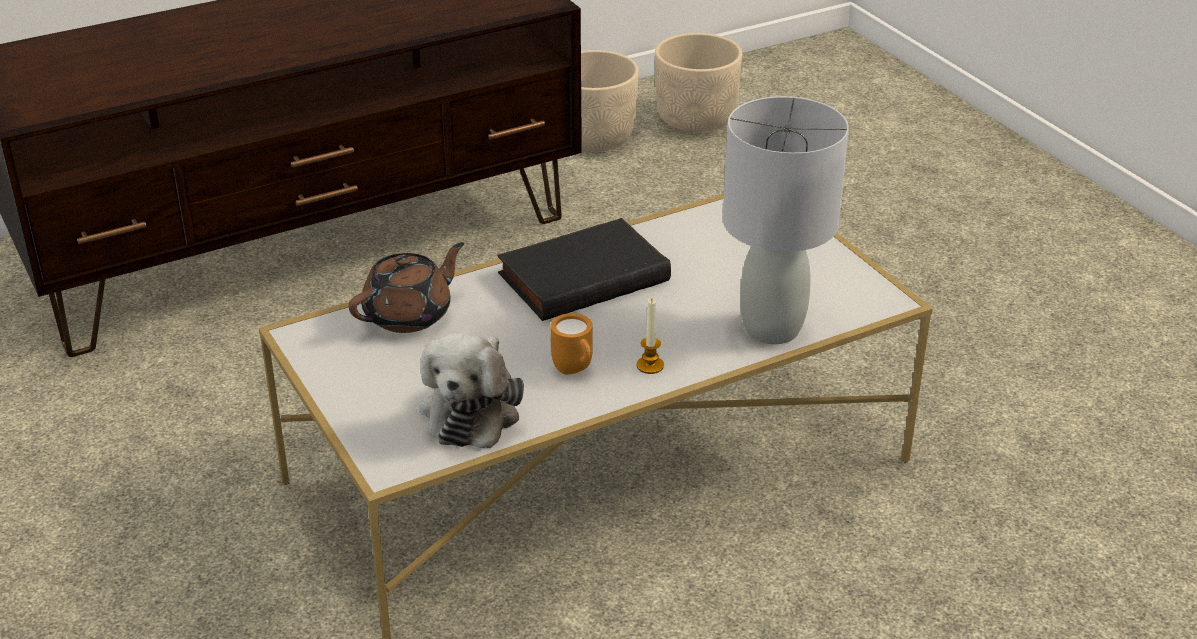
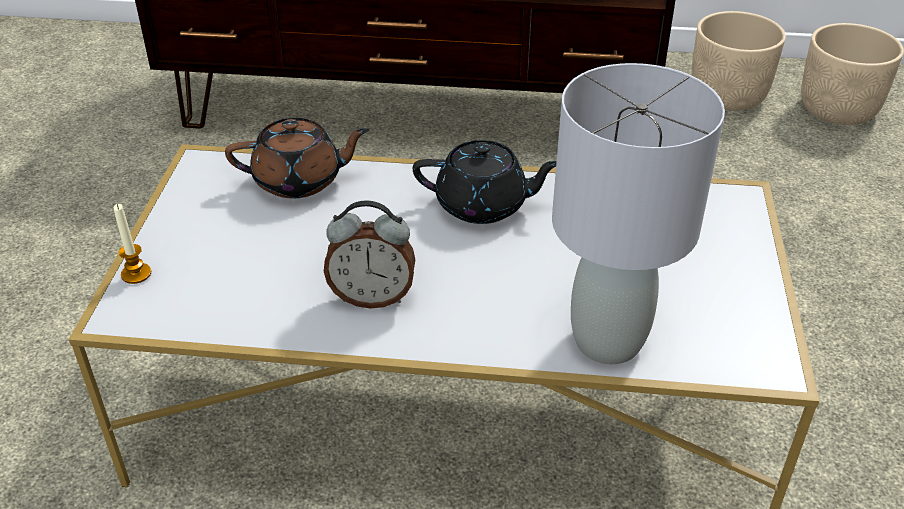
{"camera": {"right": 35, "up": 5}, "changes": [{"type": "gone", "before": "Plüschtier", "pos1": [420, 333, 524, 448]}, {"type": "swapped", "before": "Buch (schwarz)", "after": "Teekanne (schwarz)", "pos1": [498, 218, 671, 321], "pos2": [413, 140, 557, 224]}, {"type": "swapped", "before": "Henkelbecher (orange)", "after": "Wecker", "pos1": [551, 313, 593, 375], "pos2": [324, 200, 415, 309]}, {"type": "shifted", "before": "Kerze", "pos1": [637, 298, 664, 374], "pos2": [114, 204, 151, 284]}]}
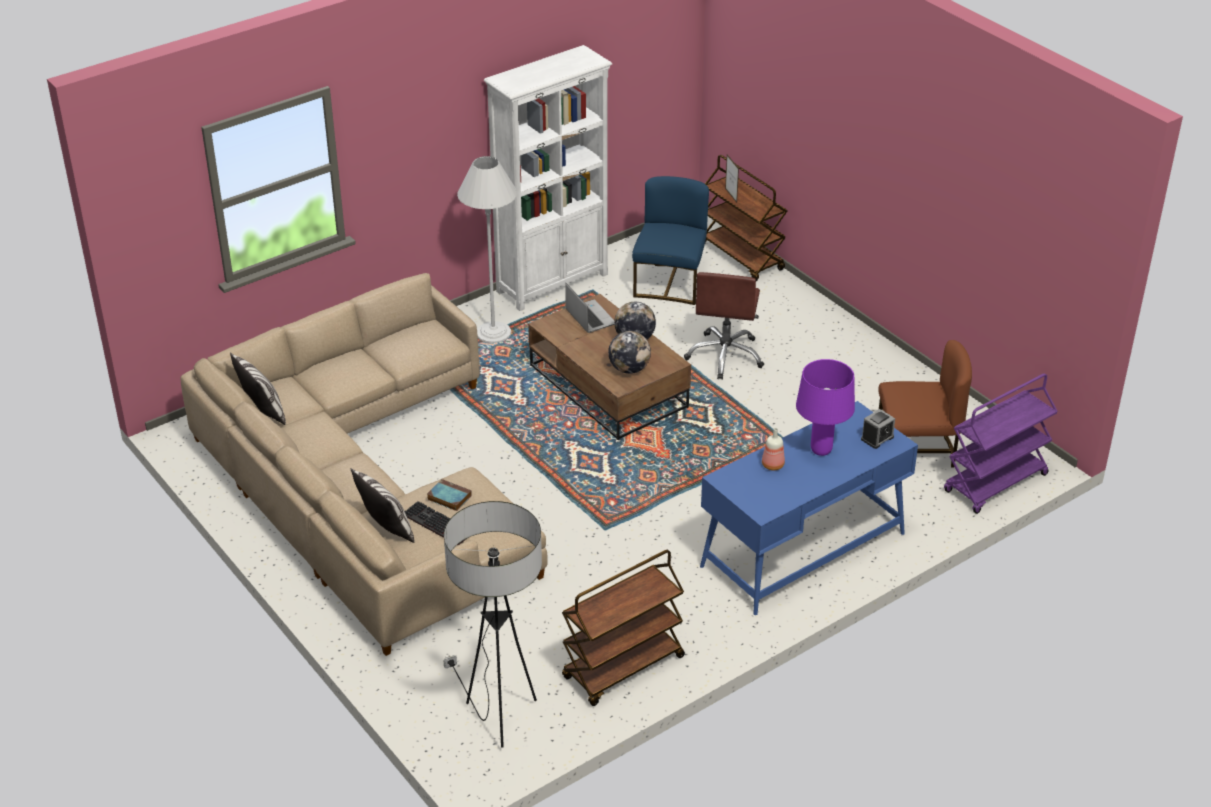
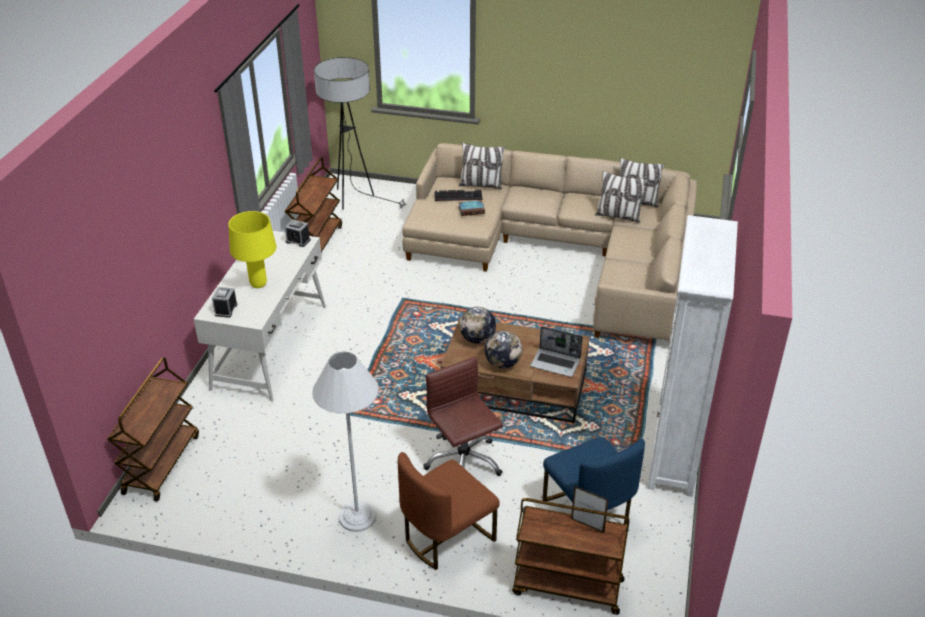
{"camera": {"right": 140, "up": 0}, "changes": [{"type": "shifted", "before": "Stehlampe (weiß)", "pos1": [457, 156, 517, 343], "pos2": [312, 352, 379, 532]}, {"type": "repainted", "before": "Schreibtisch (blau)", "after": "Schreibtisch (weiß)", "pos1": [700, 401, 918, 615], "pos2": [194, 231, 326, 401]}, {"type": "gone", "before": "Flasche", "pos1": [762, 428, 785, 470]}, {"type": "repainted", "before": "Tischlampe (lila)", "after": "Tischlampe (gelb)", "pos1": [796, 359, 855, 456], "pos2": [228, 211, 276, 288]}, {"type": "shifted", "before": "Stuhl (braun)", "pos1": [878, 340, 972, 467], "pos2": [398, 452, 500, 570]}, {"type": "repainted", "before": "Rollwagen (lila)", "after": "Rollwagen (braun)", "pos1": [944, 373, 1058, 514], "pos2": [107, 357, 199, 501]}, {"type": "new", "after": "Wecker", "pos2": [285, 220, 311, 247]}, {"type": "new", "after": "Kissen", "pos2": [595, 171, 648, 223]}]}
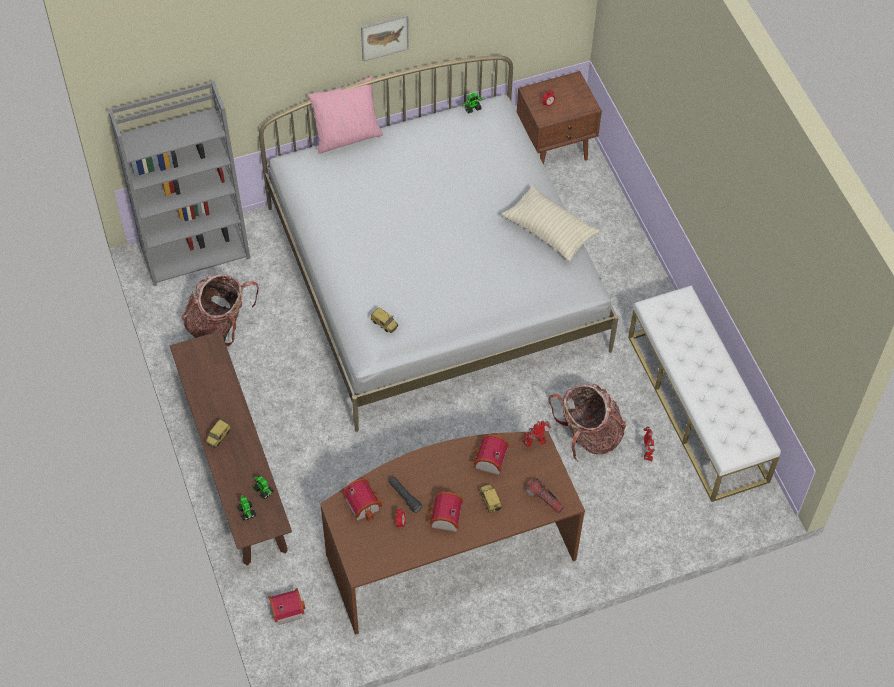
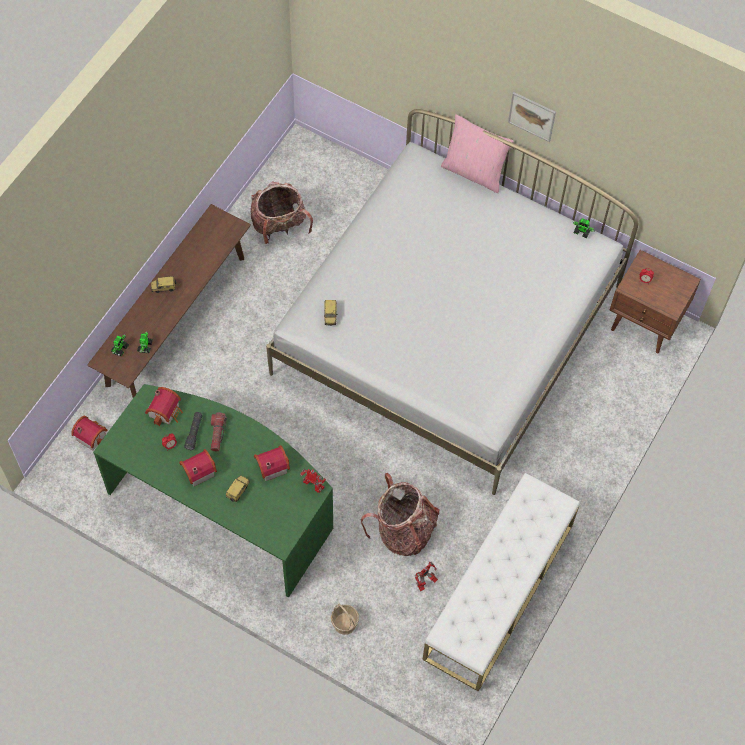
{"camera": {"right": 50, "up": 5}, "changes": [{"type": "gone", "before": "Bücherregal (grau)", "pos1": [108, 81, 250, 286]}, {"type": "repainted", "before": "Schreibtisch (braun)", "after": "Schreibtisch (grün)", "pos1": [320, 431, 585, 635], "pos2": [93, 384, 333, 597]}, {"type": "gone", "before": "Kissen (beige)", "pos1": [501, 186, 600, 262]}, {"type": "shifted", "before": "Taschenlampe", "pos1": [525, 478, 564, 514], "pos2": [211, 412, 227, 452]}, {"type": "new", "after": "Korb", "pos2": [331, 604, 359, 635]}]}
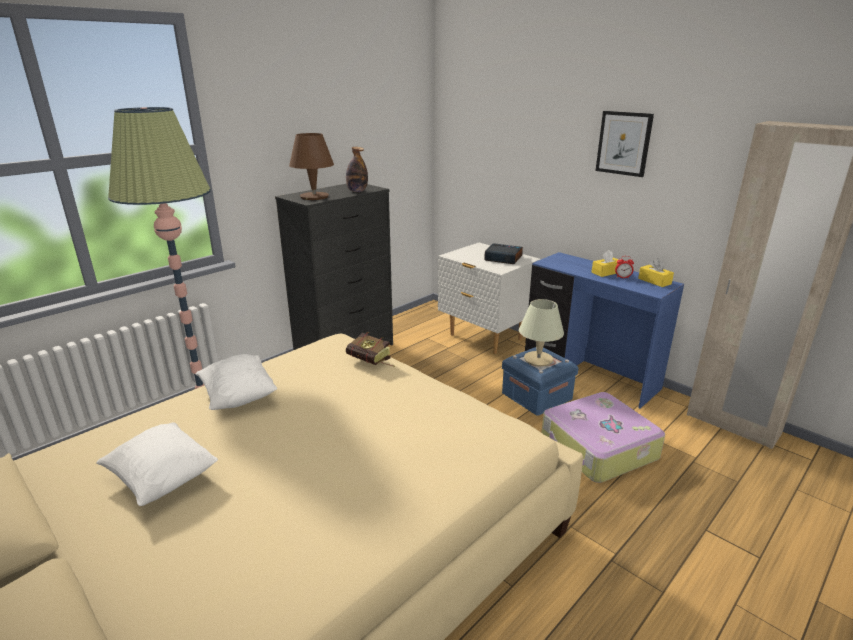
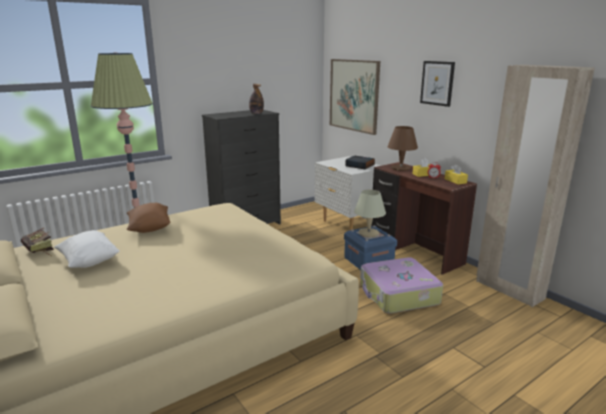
{"camera": {"right": 10, "up": -5}, "changes": [{"type": "repainted", "before": "Kissen (weiß)", "after": "Kissen (braun)", "pos1": [195, 354, 277, 410], "pos2": [127, 203, 171, 233]}, {"type": "shifted", "before": "Tischlampe (braun)", "pos1": [289, 133, 334, 200], "pos2": [387, 126, 418, 171]}, {"type": "shifted", "before": "Buch", "pos1": [346, 332, 395, 367], "pos2": [21, 228, 53, 256]}, {"type": "repainted", "before": "Schreibtisch (blau)", "after": "Schreibtisch (braun)", "pos1": [525, 252, 684, 409], "pos2": [371, 162, 477, 275]}, {"type": "new", "after": "Bild", "pos2": [330, 59, 380, 135]}]}
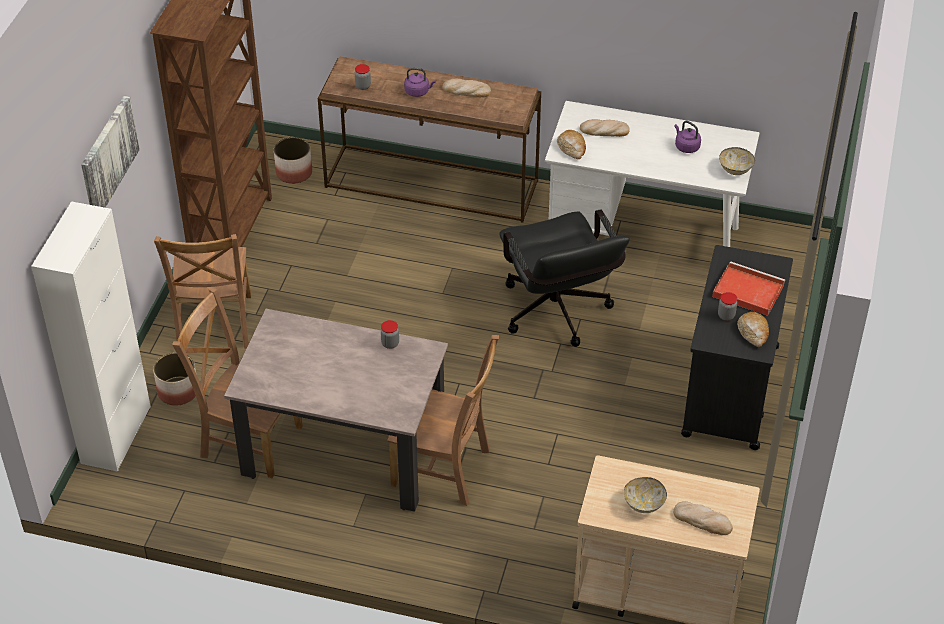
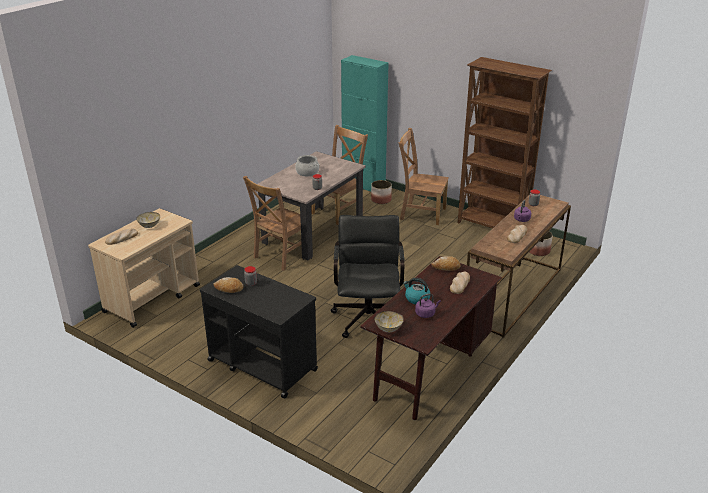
{"camera": {"right": 110, "up": -15}, "changes": [{"type": "repainted", "before": "Schrank (weiß)", "after": "Schrank (türkis)", "pos1": [31, 201, 151, 472], "pos2": [341, 55, 389, 191]}, {"type": "gone", "before": "Bild", "pos1": [81, 96, 140, 208]}, {"type": "rotated", "before": "Bürostuhl (schwarz)", "pos1": [499, 209, 630, 347], "pos2": [330, 215, 404, 338], "turn": 90}, {"type": "repainted", "before": "Schreibtisch (weiß)", "after": "Schreibtisch (braun)", "pos1": [545, 101, 760, 247], "pos2": [360, 256, 502, 420]}, {"type": "gone", "before": "Tablett (rot)", "pos1": [712, 261, 785, 316]}, {"type": "new", "after": "Kochtopf", "pos2": [295, 155, 319, 176]}, {"type": "new", "after": "Wasserkessel", "pos2": [403, 278, 431, 304]}]}
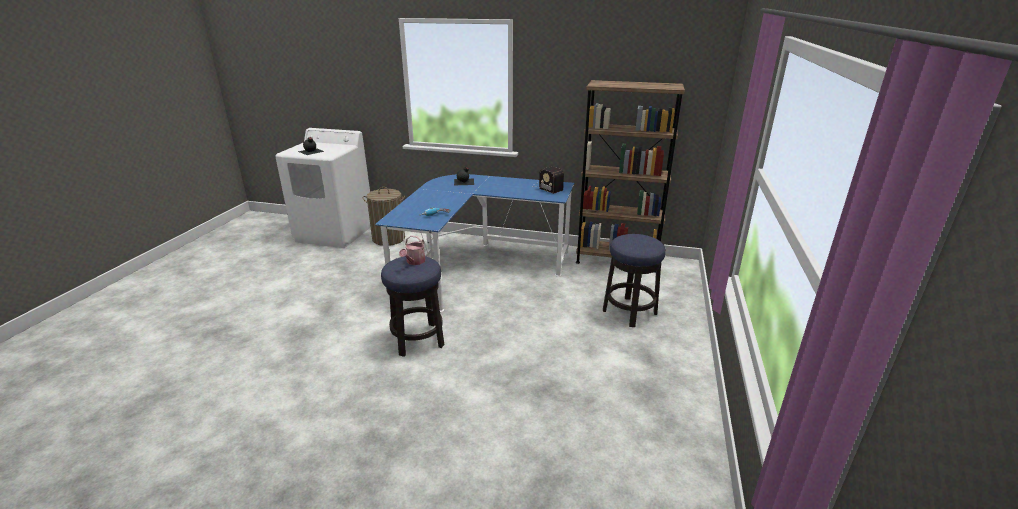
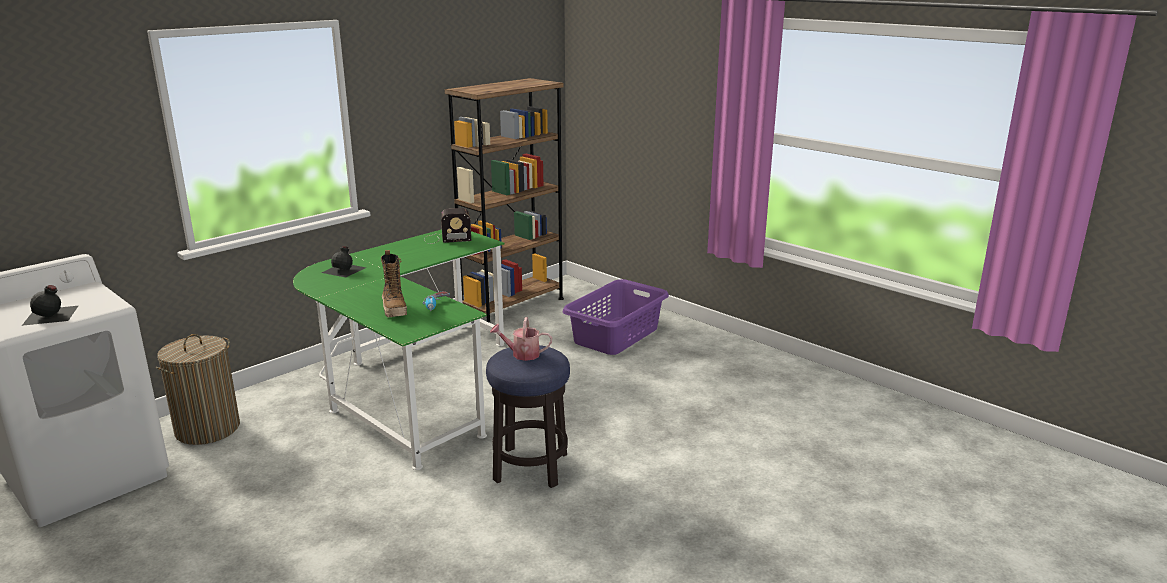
{"camera": {"right": -60, "up": -5}, "changes": [{"type": "repainted", "before": "Schreibtisch (blau)", "after": "Schreibtisch (grün)", "pos1": [375, 174, 574, 312], "pos2": [293, 229, 504, 470]}, {"type": "rotated", "before": "Gießkanne", "pos1": [399, 235, 426, 265], "pos2": [490, 317, 552, 361], "turn": 135}, {"type": "swapped", "before": "Hocker", "after": "Wäschekorb (lila)", "pos1": [603, 234, 666, 327], "pos2": [562, 279, 669, 355]}, {"type": "new", "after": "Stiefel", "pos2": [381, 250, 407, 317]}]}
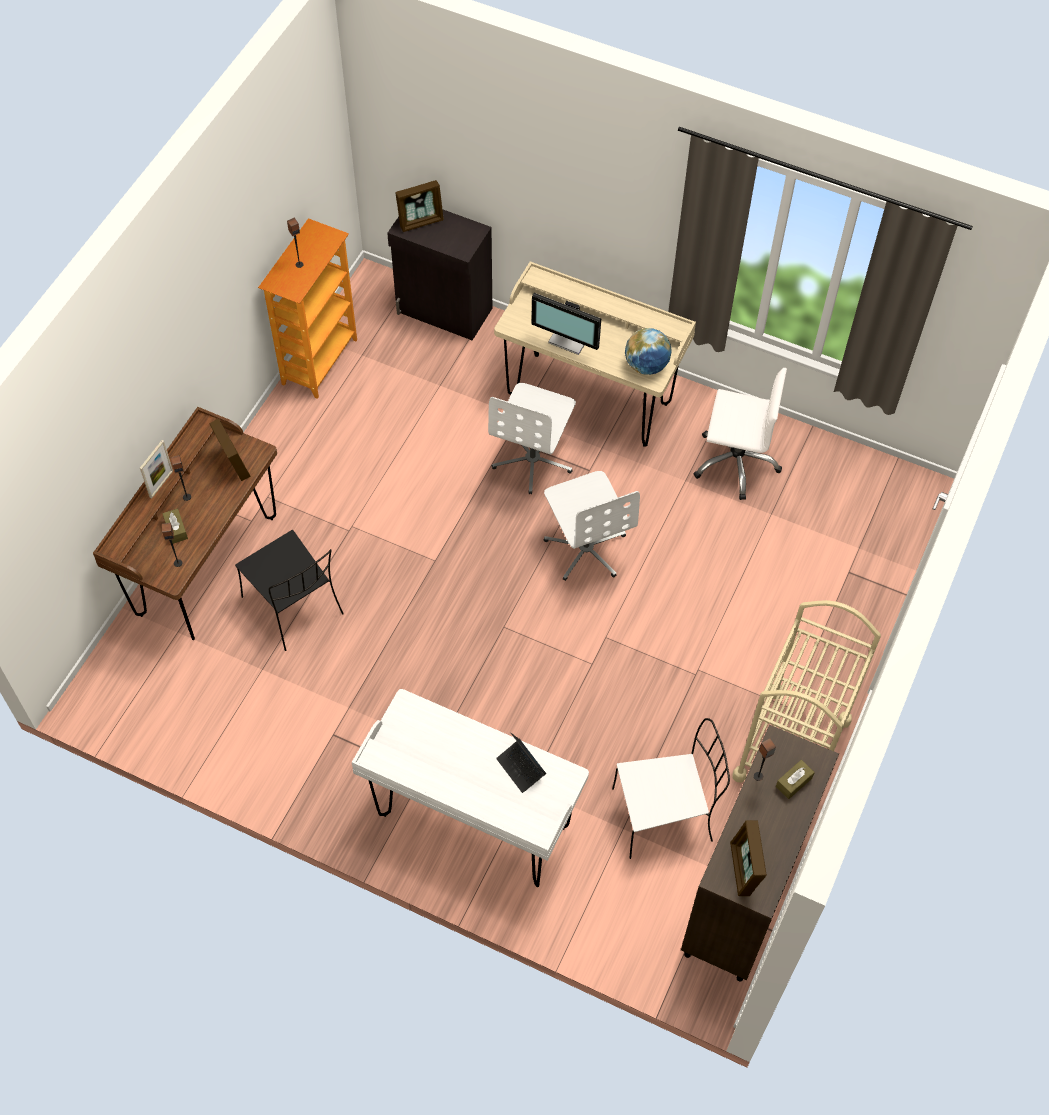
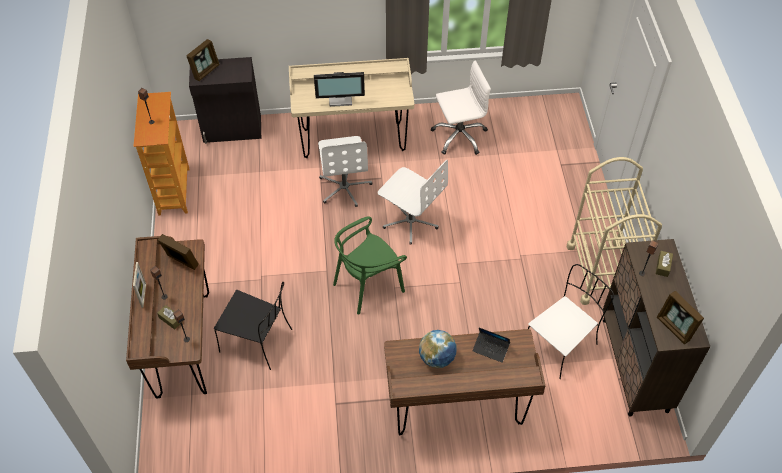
{"camera": {"right": -30, "up": -5}, "changes": [{"type": "repainted", "before": "Schreibtisch (weiß)", "after": "Schreibtisch (braun)", "pos1": [352, 689, 589, 887], "pos2": [384, 329, 546, 435]}, {"type": "shifted", "before": "Globus", "pos1": [625, 328, 672, 375], "pos2": [419, 330, 457, 368]}, {"type": "new", "after": "Stuhl (grün)", "pos2": [333, 216, 407, 315]}]}
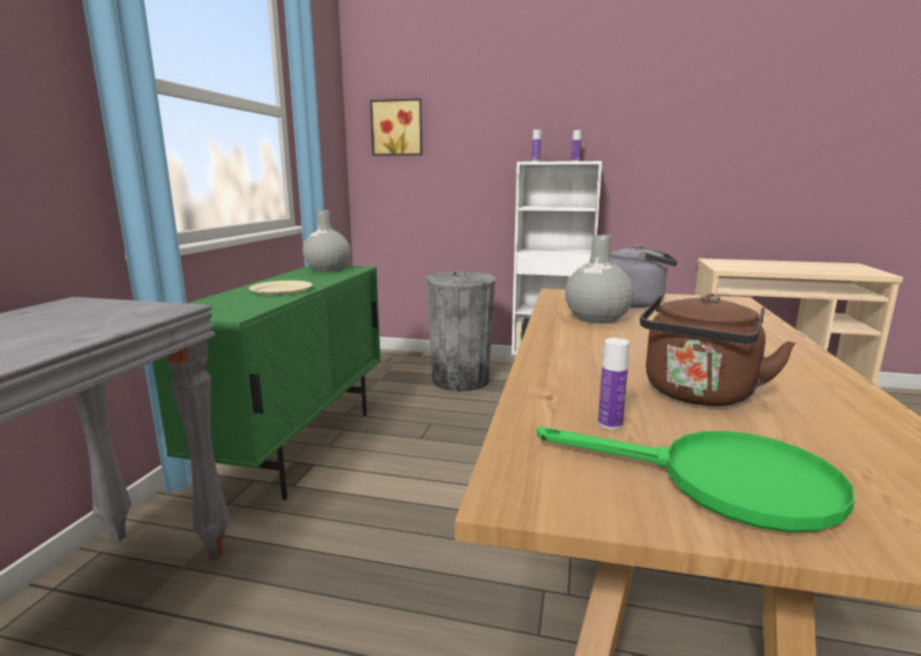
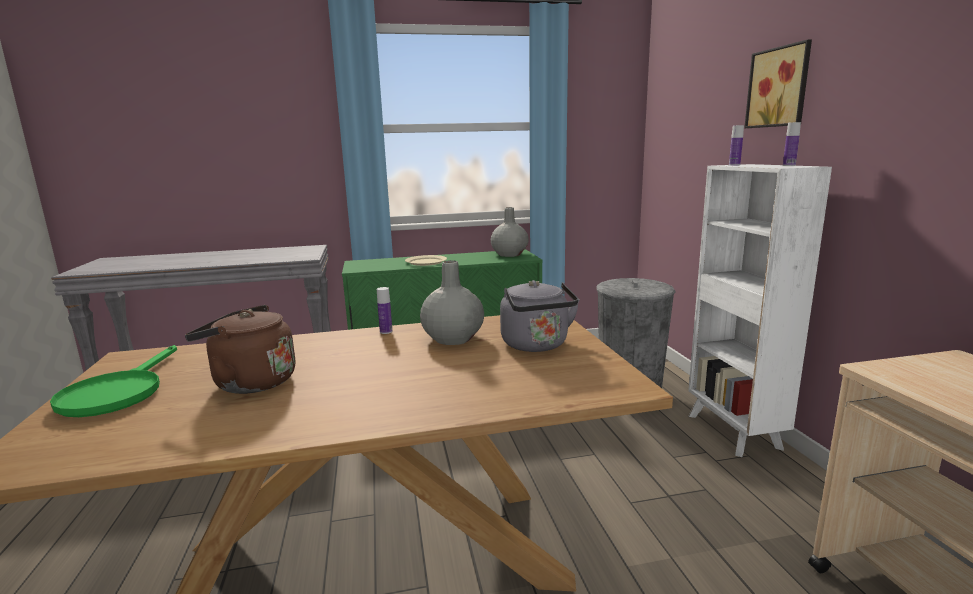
{"camera": {"right": 65, "up": 0}, "changes": [{"type": "shifted", "before": "Bild", "pos1": [370, 98, 423, 156], "pos2": [744, 39, 812, 128]}, {"type": "shifted", "before": "Flasche", "pos1": [598, 338, 629, 430], "pos2": [377, 287, 392, 334]}]}
